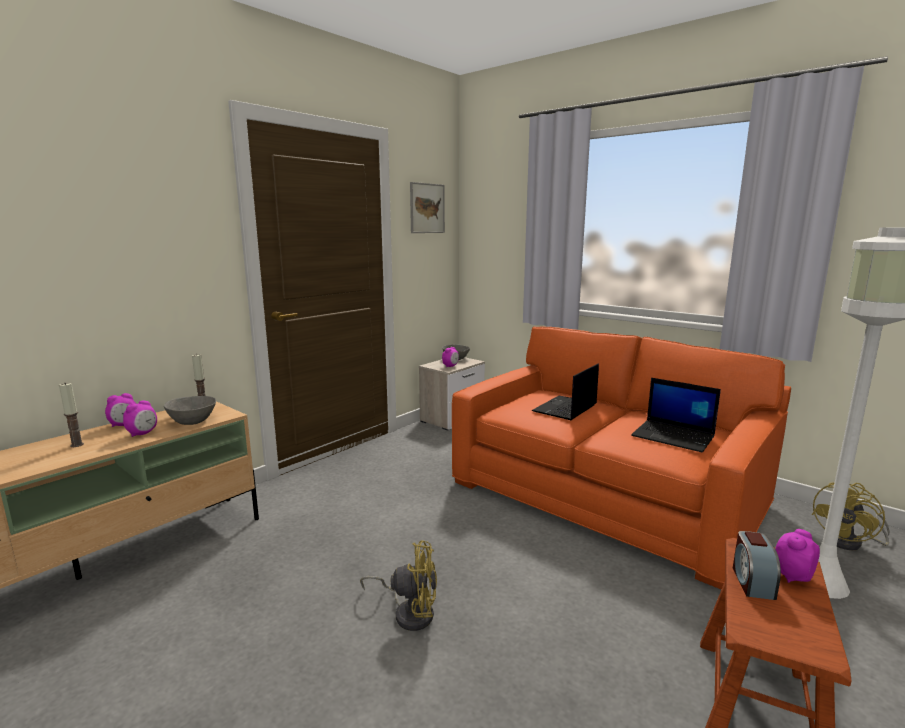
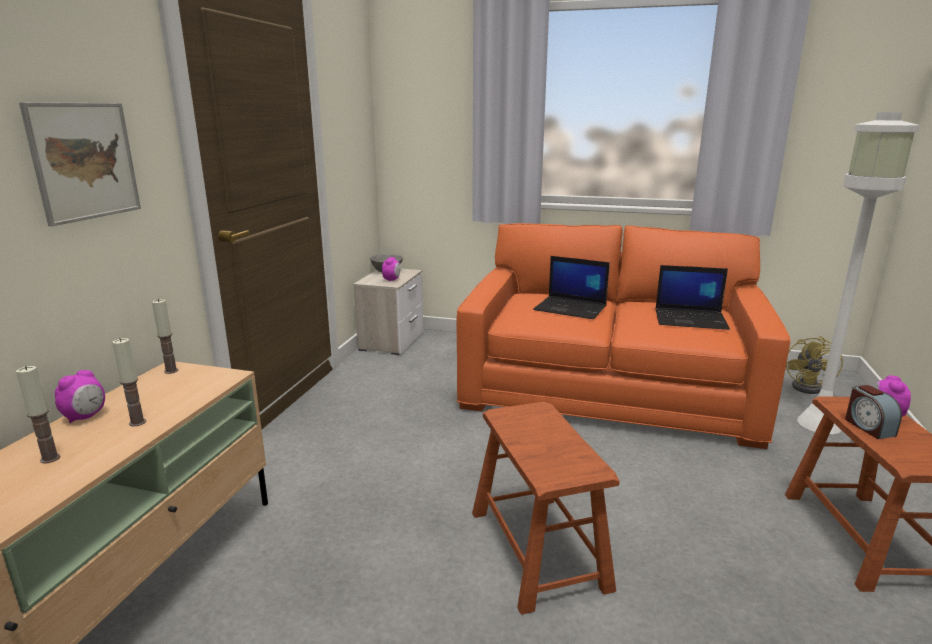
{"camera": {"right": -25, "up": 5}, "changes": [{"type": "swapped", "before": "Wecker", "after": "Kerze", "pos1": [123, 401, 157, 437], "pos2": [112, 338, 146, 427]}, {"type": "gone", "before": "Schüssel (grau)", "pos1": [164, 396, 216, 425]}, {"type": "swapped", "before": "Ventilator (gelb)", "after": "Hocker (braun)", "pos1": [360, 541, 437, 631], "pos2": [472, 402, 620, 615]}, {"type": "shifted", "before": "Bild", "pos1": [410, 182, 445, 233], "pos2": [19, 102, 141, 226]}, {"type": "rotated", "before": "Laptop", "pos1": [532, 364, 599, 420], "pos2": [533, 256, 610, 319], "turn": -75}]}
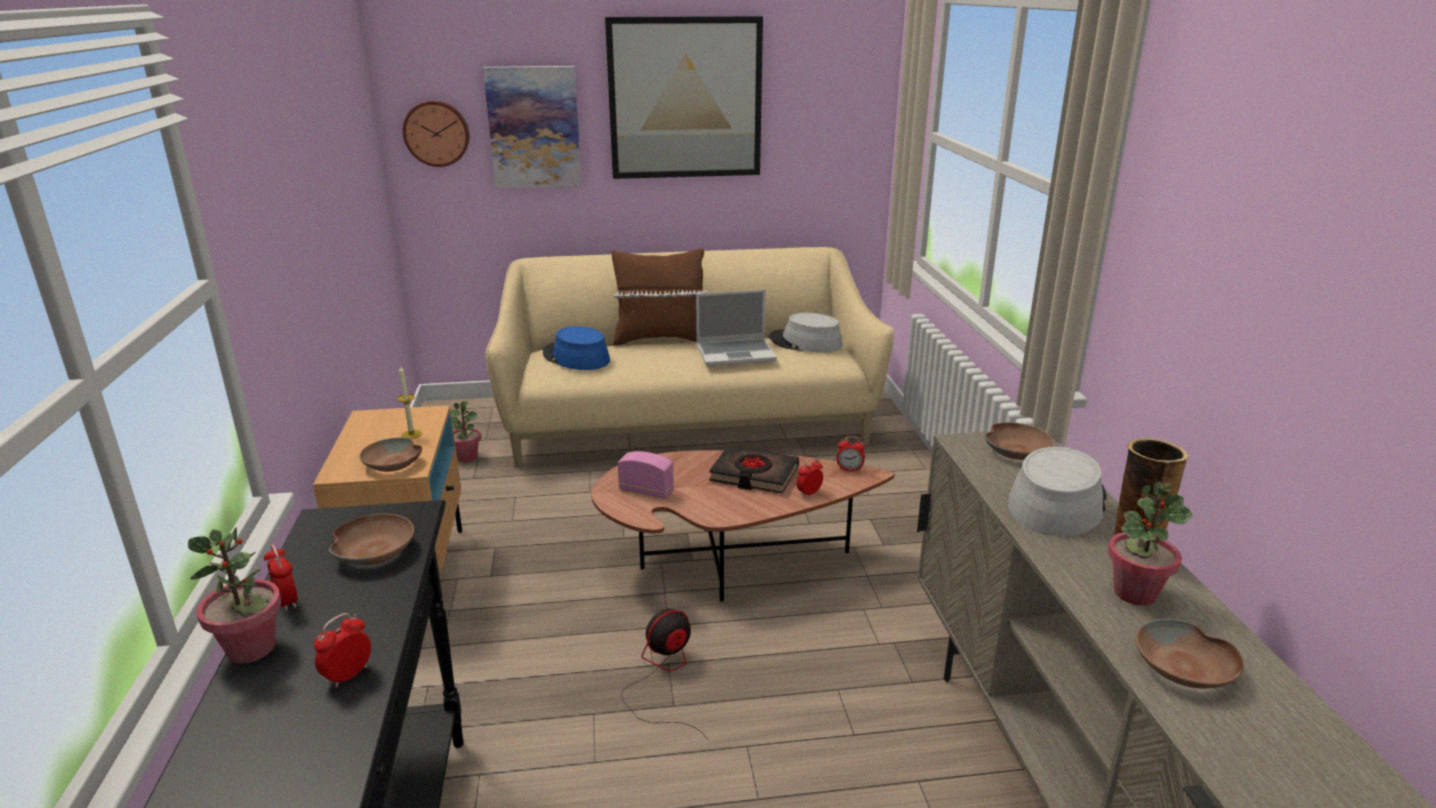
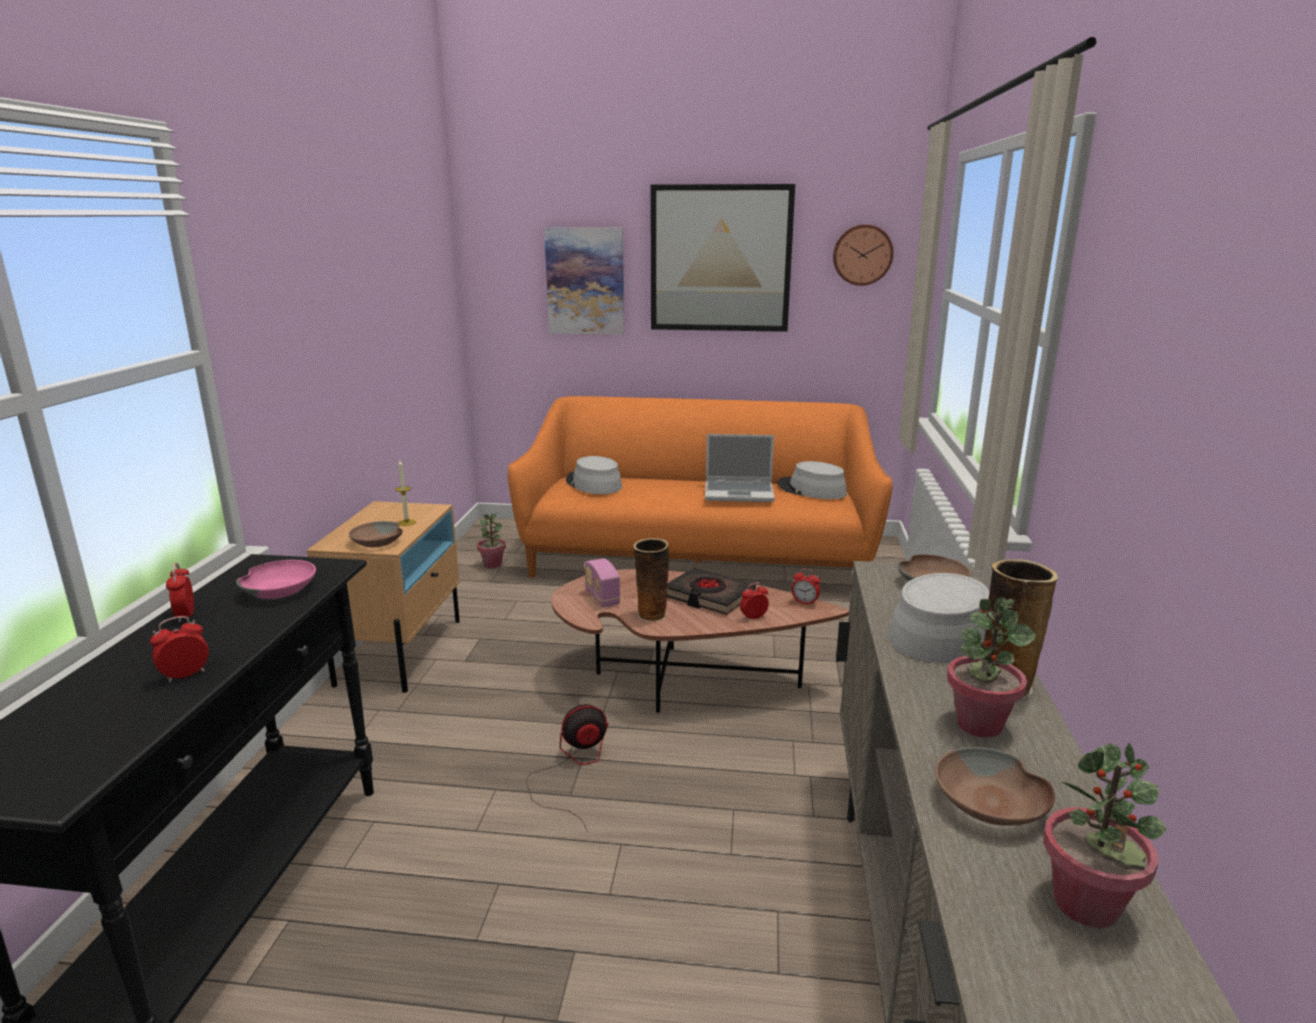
{"camera": {"right": 15, "up": -5}, "changes": [{"type": "shifted", "before": "Topfpflanze", "pos1": [188, 527, 281, 664], "pos2": [1043, 743, 1166, 928]}, {"type": "repainted", "before": "Schüssel (braun)", "after": "Schüssel (rosa)", "pos1": [329, 514, 414, 566], "pos2": [236, 560, 316, 599]}, {"type": "shifted", "before": "Wanduhr", "pos1": [403, 101, 469, 167], "pos2": [833, 224, 893, 286]}, {"type": "repainted", "before": "Sofa (beige)", "after": "Sofa (orange)", "pos1": [485, 247, 894, 468], "pos2": [508, 396, 893, 578]}, {"type": "repainted", "before": "Hut (blau)", "after": "Hut (grau)", "pos1": [543, 326, 610, 370], "pos2": [566, 456, 622, 494]}, {"type": "gone", "before": "Kissen (braun)", "pos1": [611, 249, 707, 346]}, {"type": "rotated", "before": "Radio", "pos1": [618, 451, 674, 499], "pos2": [585, 558, 620, 607], "turn": -150}, {"type": "new", "after": "Vase", "pos2": [633, 538, 669, 622]}]}
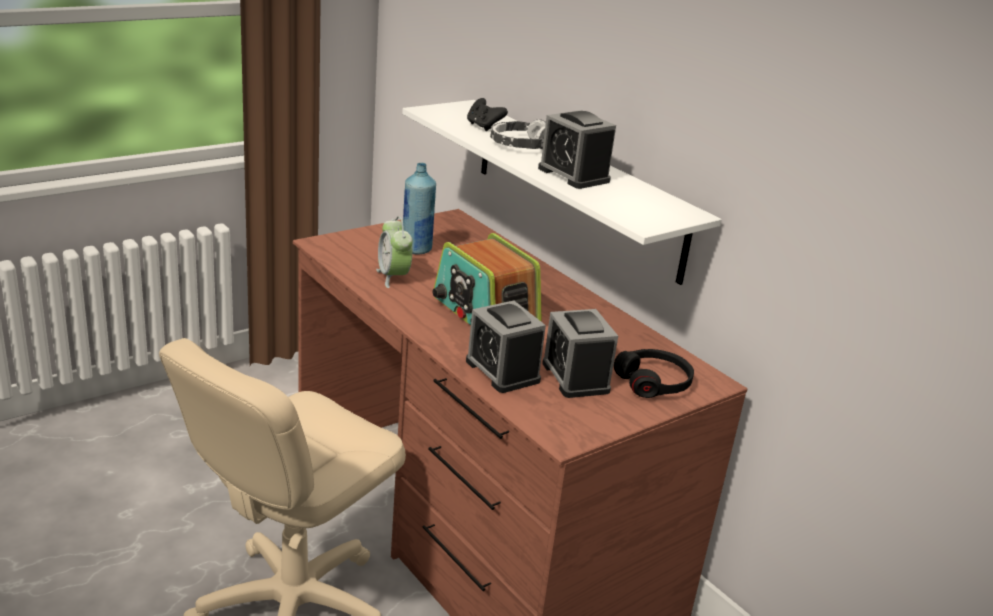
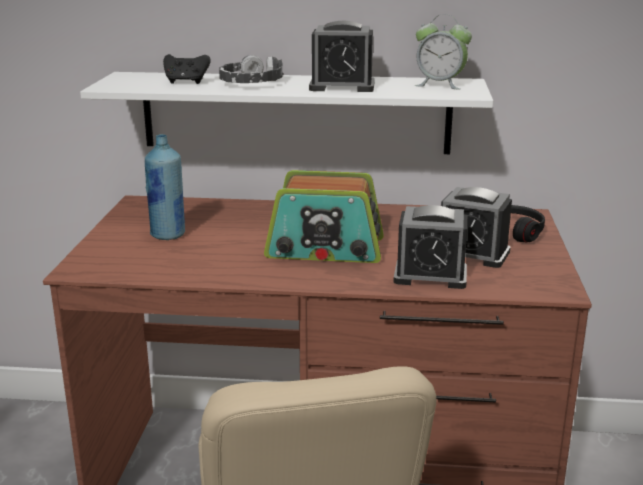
{"camera": {"right": -45, "up": -5}, "changes": [{"type": "shifted", "before": "Wecker", "pos1": [376, 216, 413, 288], "pos2": [415, 15, 472, 90]}]}
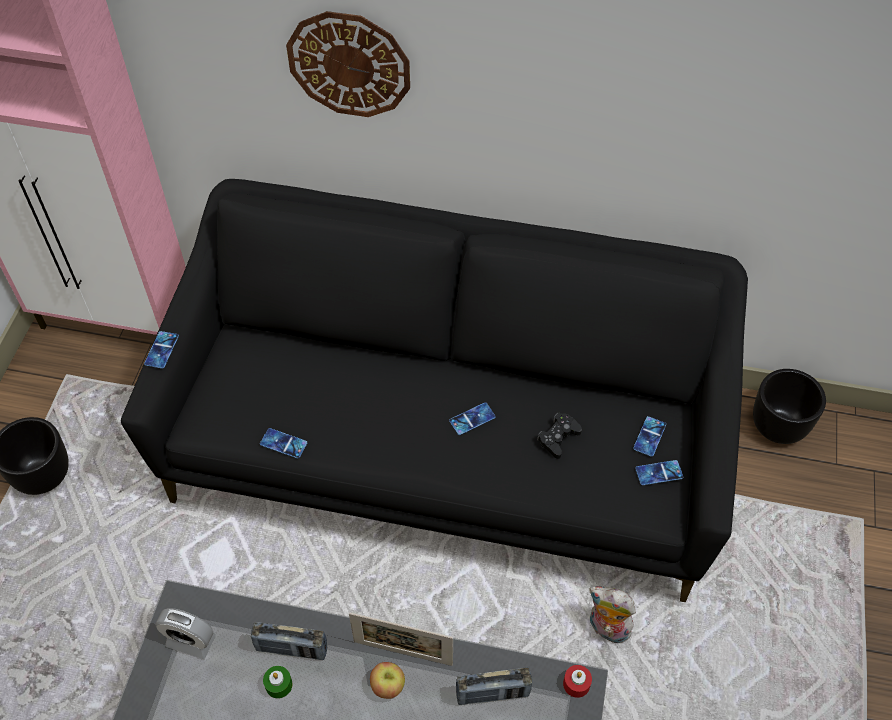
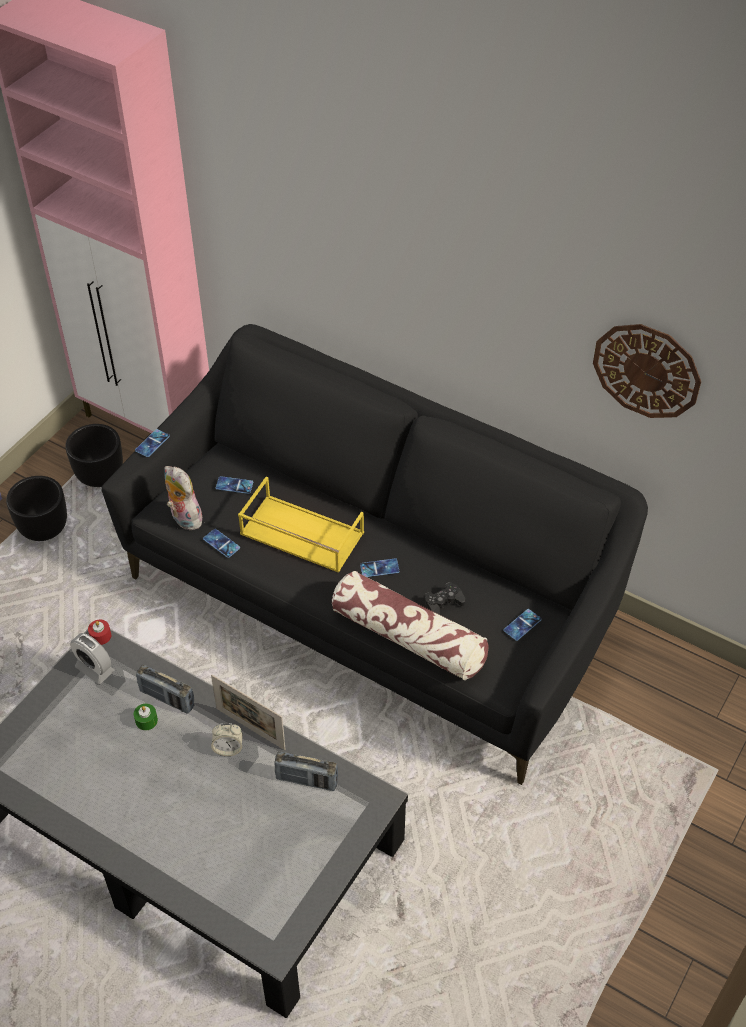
{"camera": {"right": 20, "up": -5}, "changes": [{"type": "shifted", "before": "Wanduhr", "pos1": [286, 11, 410, 117], "pos2": [593, 324, 701, 418]}, {"type": "swapped", "before": "Apfel", "after": "Wecker", "pos1": [370, 662, 405, 699], "pos2": [211, 723, 243, 756]}, {"type": "shifted", "before": "Kerze (rot)", "pos1": [563, 665, 592, 698], "pos2": [88, 620, 111, 645]}, {"type": "shifted", "before": "Plüschtier", "pos1": [590, 586, 636, 643], "pos2": [164, 466, 202, 530]}, {"type": "shifted", "before": "Handy", "pos1": [635, 460, 683, 485], "pos2": [216, 476, 253, 494]}, {"type": "shifted", "before": "Pflanzkübel (schwarz)", "pos1": [753, 369, 826, 444], "pos2": [66, 424, 123, 487]}, {"type": "new", "after": "Tablett (gelb)", "pos2": [238, 477, 364, 573]}, {"type": "new", "after": "Kissen", "pos2": [332, 571, 489, 680]}]}
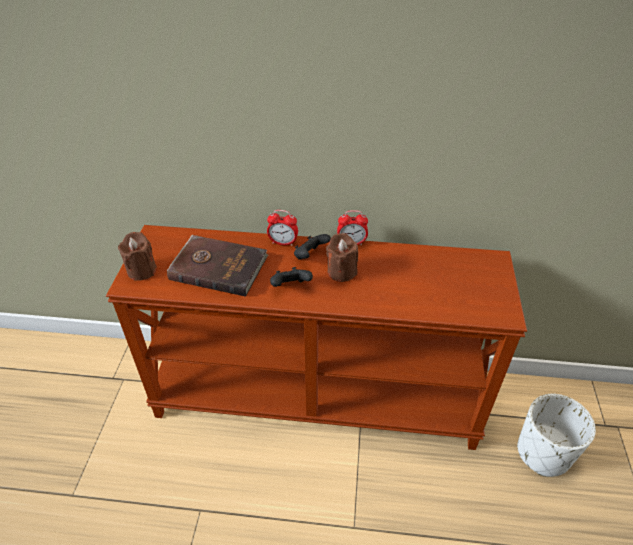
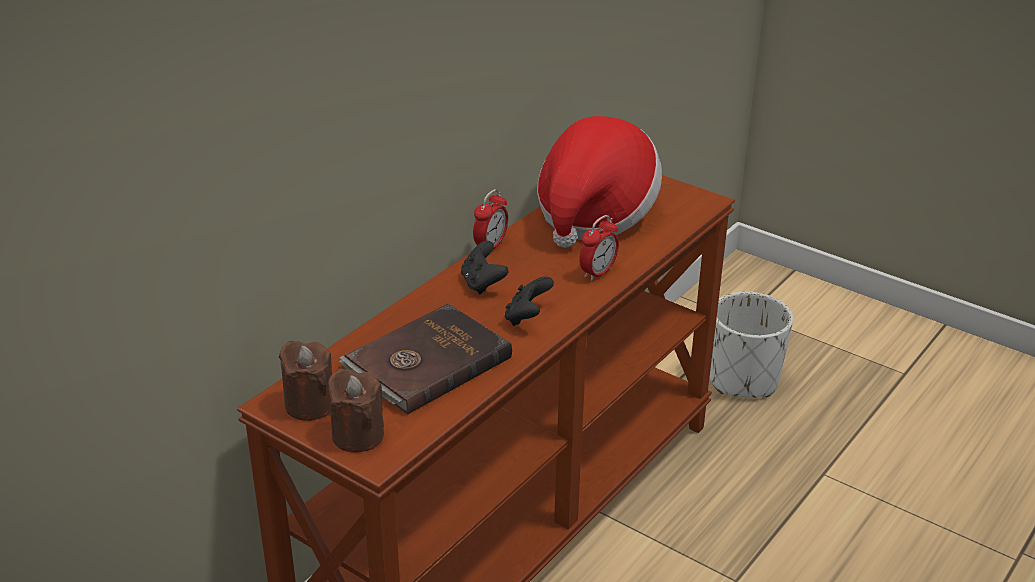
{"camera": {"right": -60, "up": -10}, "changes": [{"type": "shifted", "before": "Wecker", "pos1": [267, 210, 298, 246], "pos2": [579, 215, 619, 281]}, {"type": "shifted", "before": "Kerze (braun)", "pos1": [326, 233, 358, 282], "pos2": [279, 341, 332, 421]}, {"type": "new", "after": "Hut", "pos2": [537, 116, 662, 248]}]}
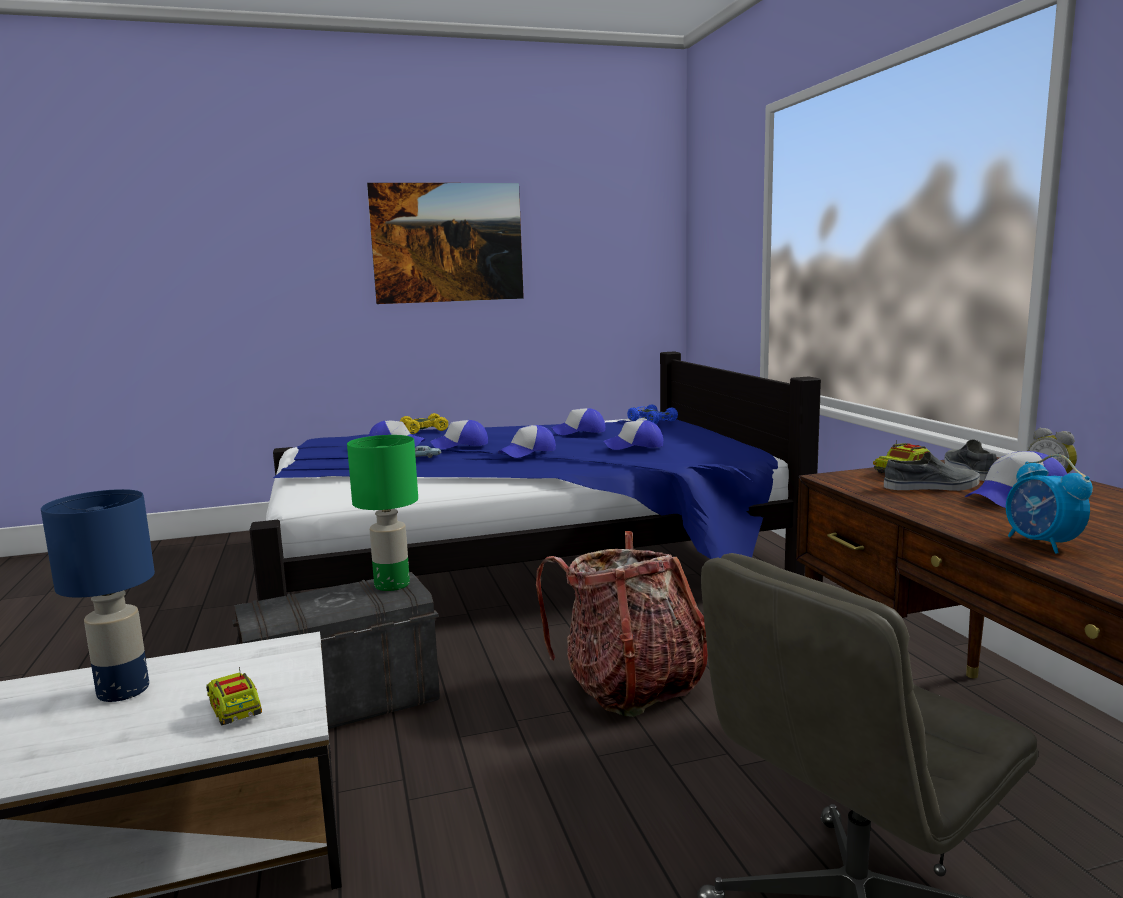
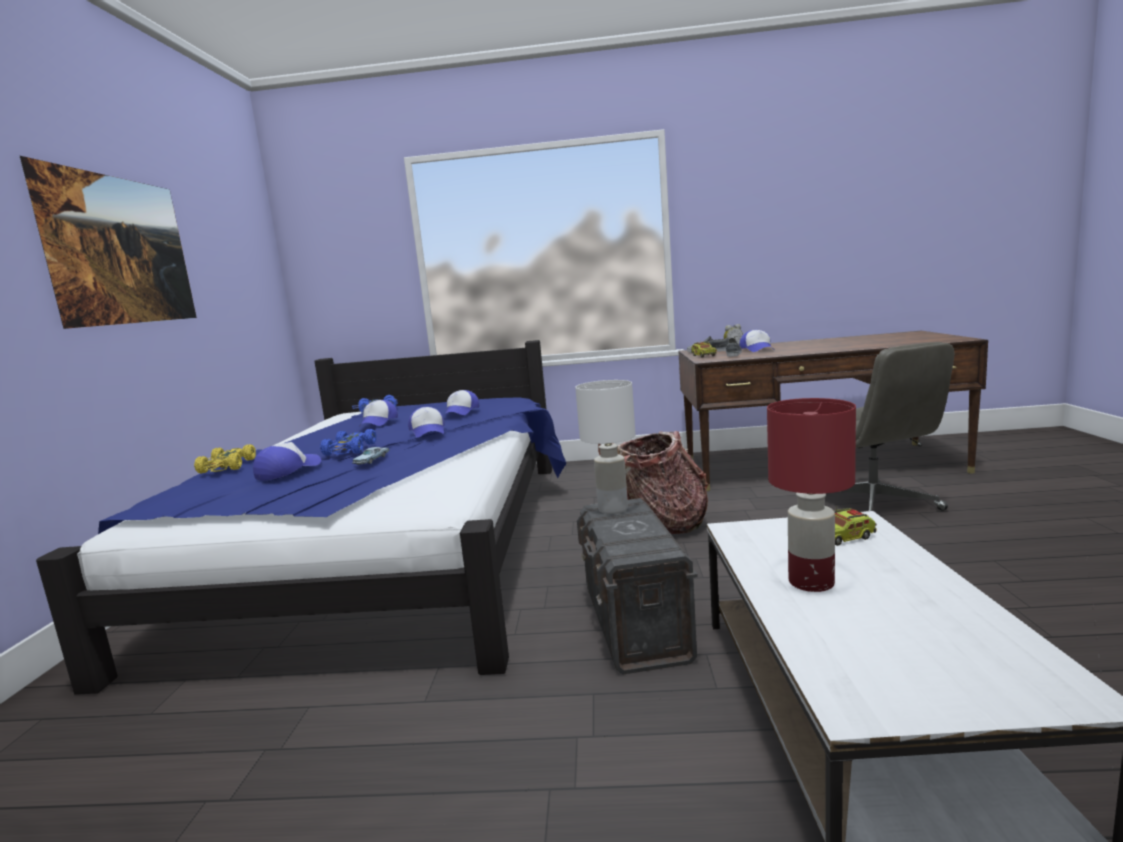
{"camera": {"right": -70, "up": 0}, "changes": [{"type": "repainted", "before": "Tischlampe (blau)", "after": "Tischlampe (rot)", "pos1": [41, 489, 155, 702], "pos2": [767, 398, 856, 592]}, {"type": "repainted", "before": "Tischlampe (grün)", "after": "Tischlampe (weiß)", "pos1": [347, 435, 418, 591], "pos2": [575, 380, 636, 514]}, {"type": "swapped", "before": "Kappe", "after": "Spielzeugauto (blau)", "pos1": [430, 420, 488, 449], "pos2": [320, 429, 376, 455]}, {"type": "gone", "before": "Wecker", "pos1": [1006, 454, 1093, 554]}]}
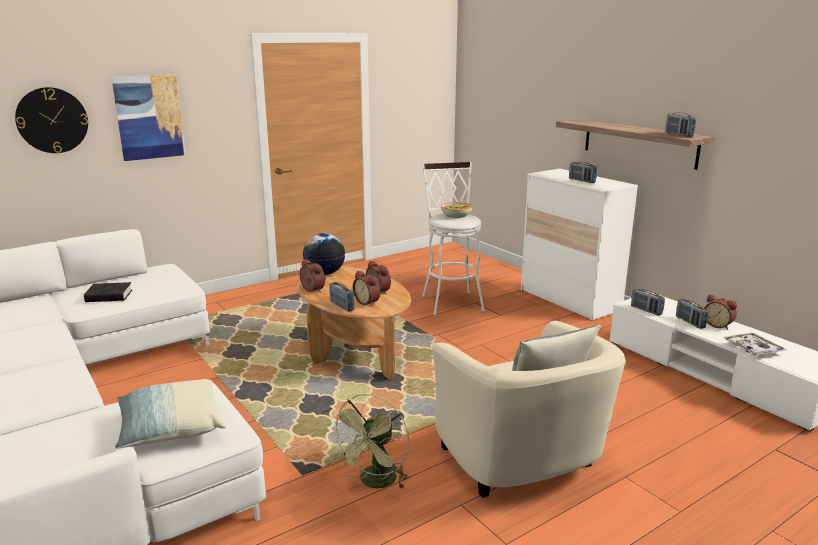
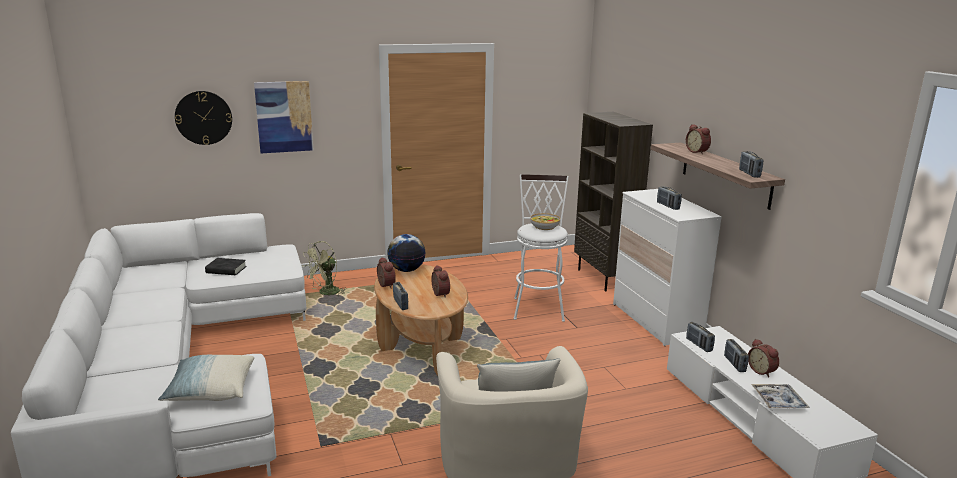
{"camera": {"right": 15, "up": 0}, "changes": [{"type": "shifted", "before": "Ventilator (grün)", "pos1": [330, 394, 409, 489], "pos2": [302, 241, 345, 297]}, {"type": "shifted", "before": "Wecker", "pos1": [353, 271, 380, 307], "pos2": [686, 124, 711, 154]}, {"type": "new", "after": "Bücherregal (braun)", "pos2": [574, 112, 653, 292]}]}
